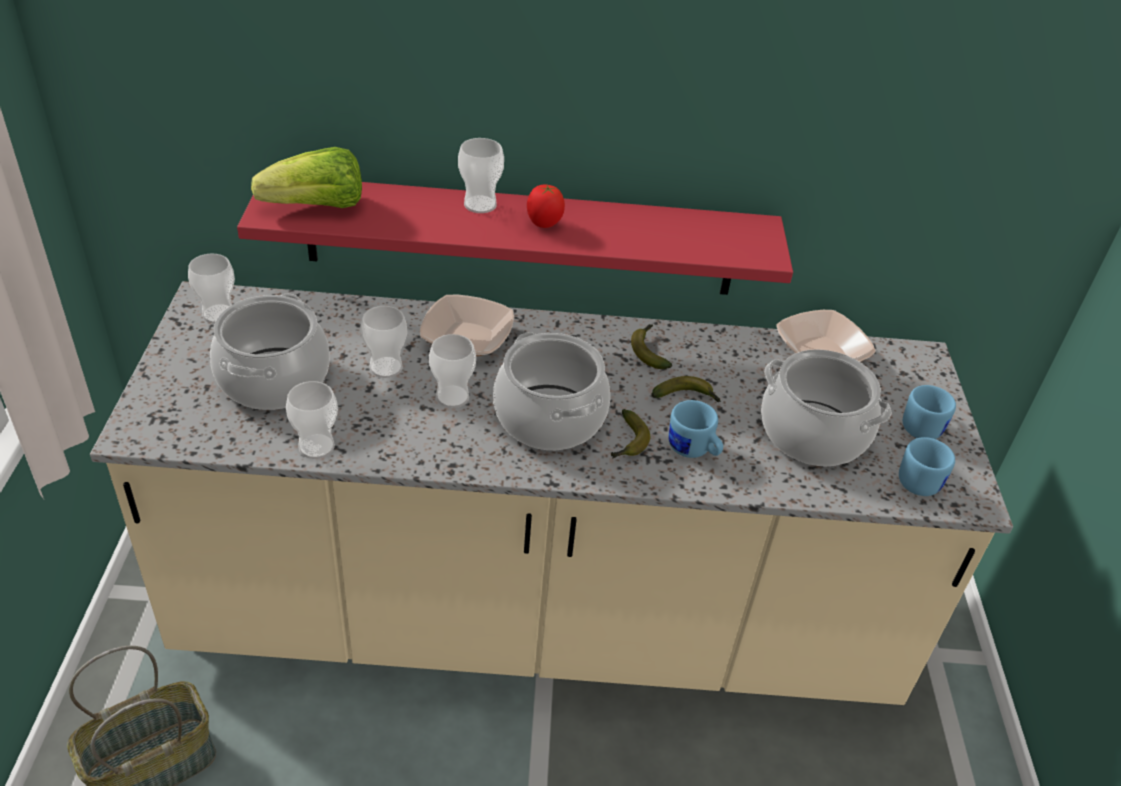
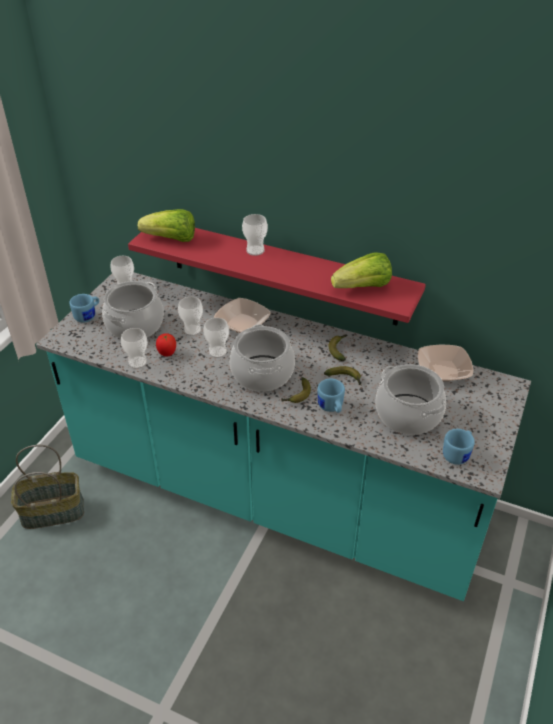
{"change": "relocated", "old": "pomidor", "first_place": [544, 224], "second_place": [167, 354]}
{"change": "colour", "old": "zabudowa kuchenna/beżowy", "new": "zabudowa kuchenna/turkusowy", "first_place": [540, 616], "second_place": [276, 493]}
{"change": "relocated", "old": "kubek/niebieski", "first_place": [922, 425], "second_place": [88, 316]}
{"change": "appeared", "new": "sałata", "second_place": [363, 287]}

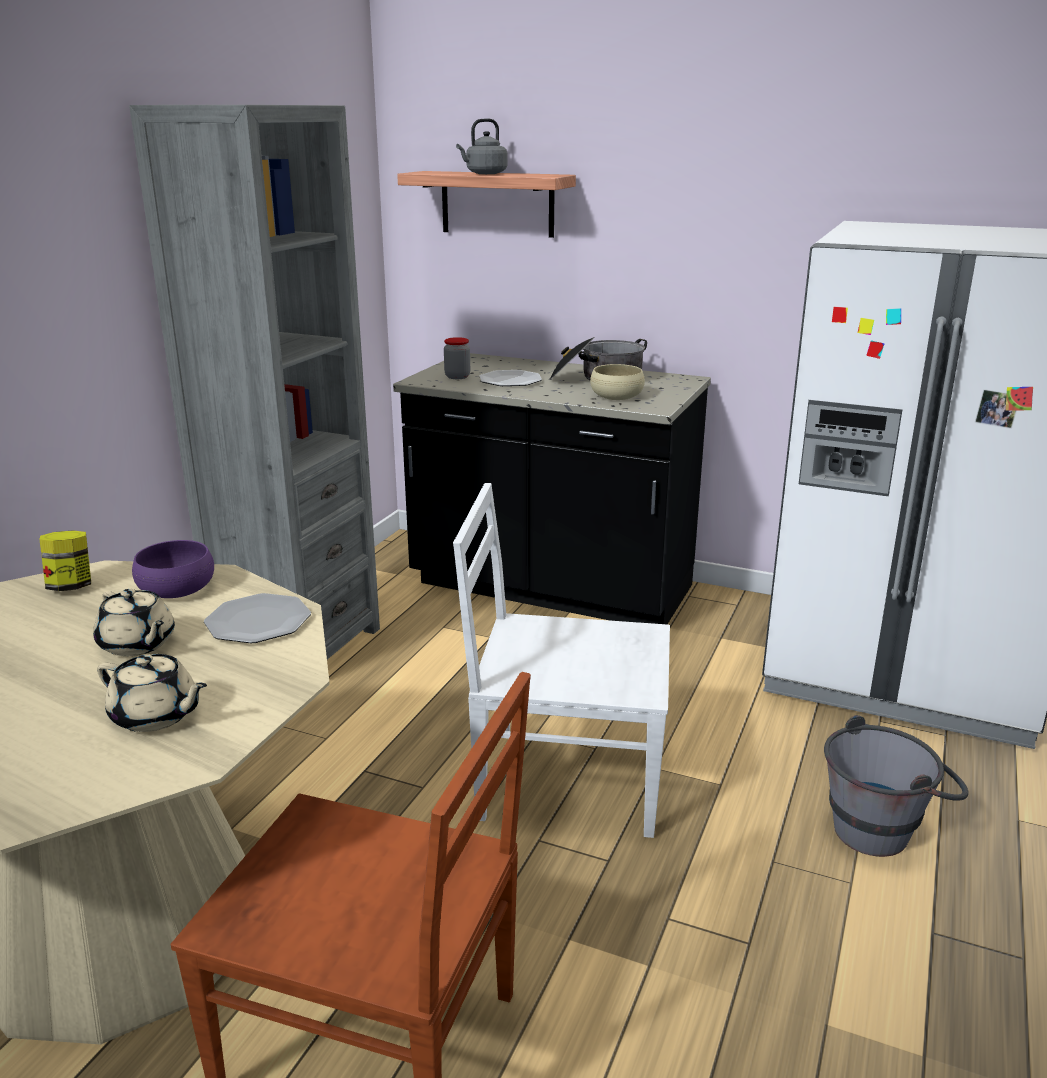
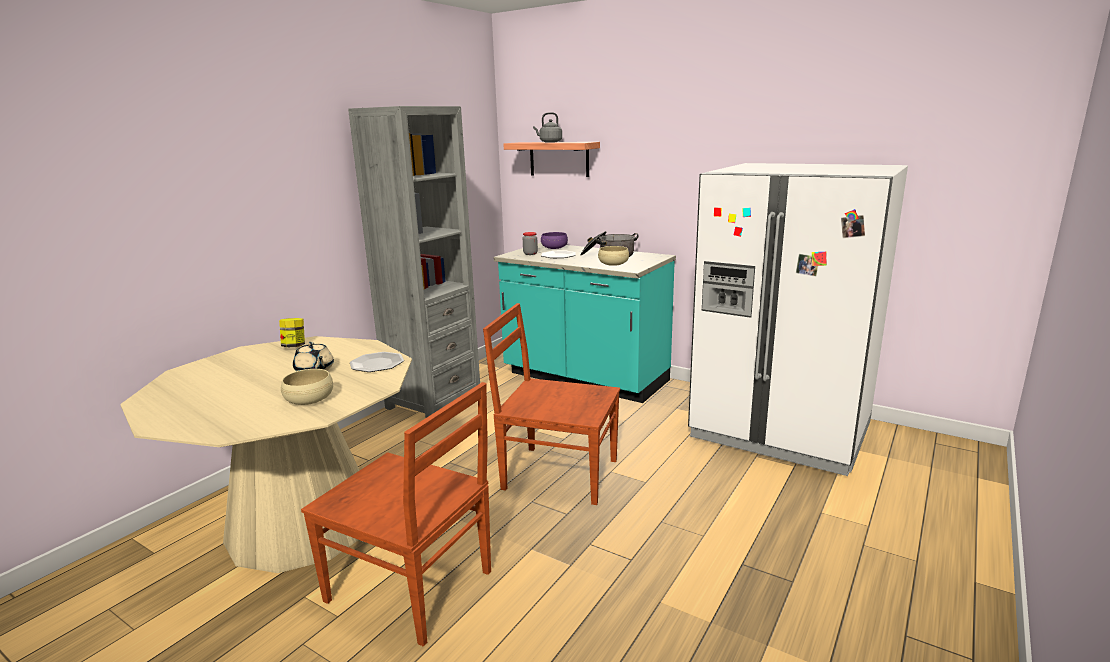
{"change": "colour", "old": "zabudowa kuchenna/czarny", "new": "zabudowa kuchenna/turkusowy", "first_place": [551, 589], "second_place": [585, 379]}
{"change": "colour", "old": "krzesło/biały", "new": "krzesło/brązowy", "first_place": [565, 779], "second_place": [557, 473]}
{"change": "relocated", "old": "miska/fioletowy", "first_place": [177, 589], "second_place": [554, 247]}
{"change": "exchanged", "old": "imbryk/beżowy", "new": "miska/beżowy", "first_place": [156, 716], "second_place": [309, 399]}
{"change": "missing", "old": "wiadro/szary", "first_place": [883, 828]}

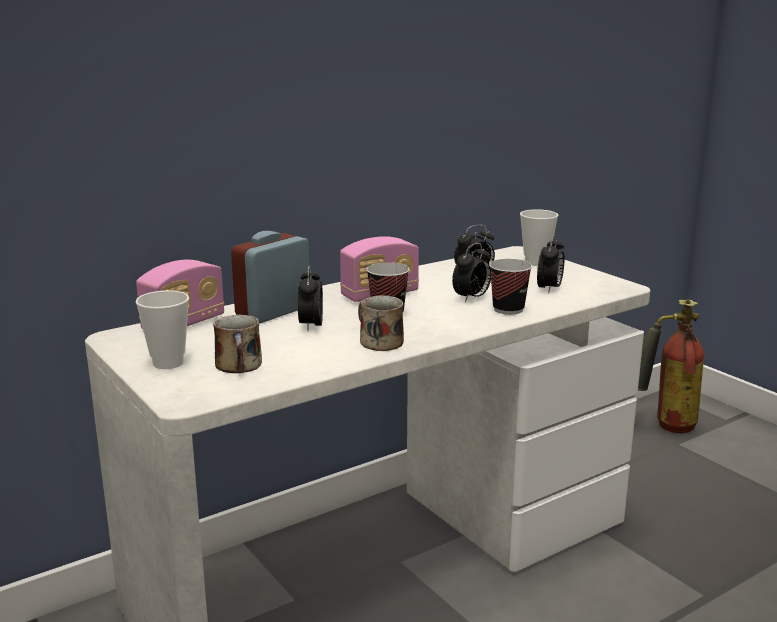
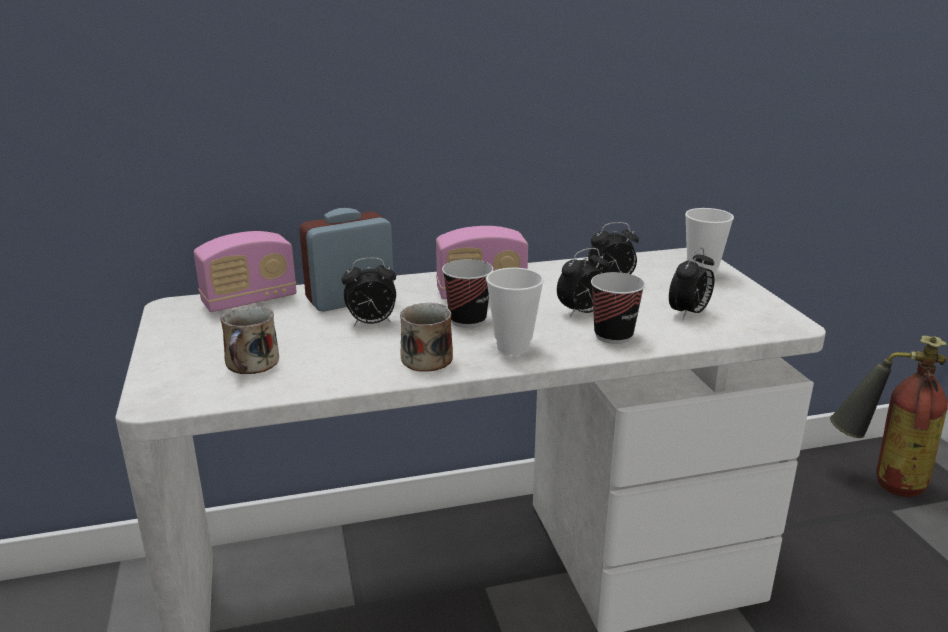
{"change": "spun", "old": "budzik", "first_place": [311, 326], "second_place": [371, 323], "degrees": -120}
{"change": "relocated", "old": "filiżanka", "first_place": [168, 363], "second_place": [513, 347]}

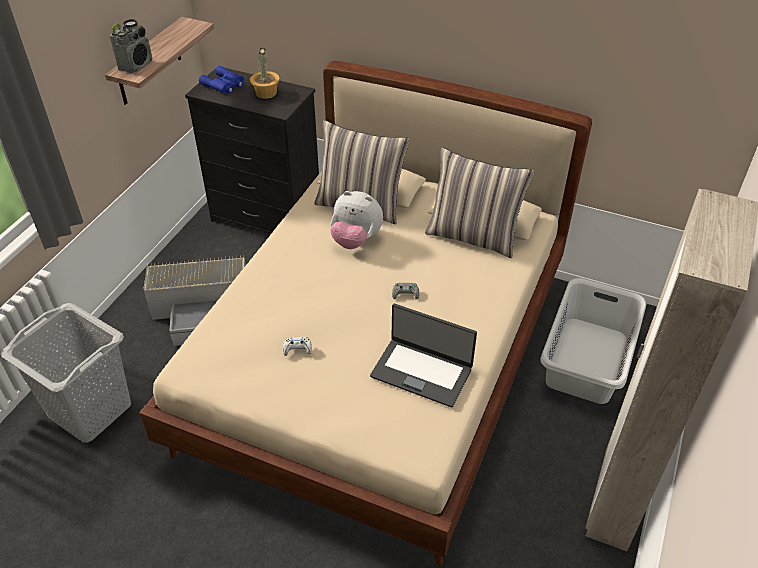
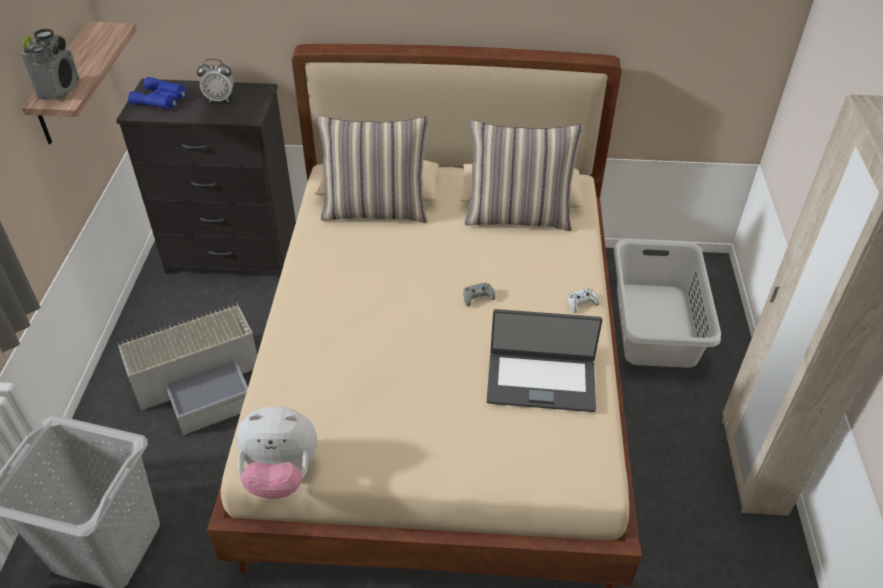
{"change": "exchanged", "old": "roślina doniczkowa", "new": "budzik", "first_place": [266, 92], "second_place": [220, 99]}
{"change": "relocated", "old": "pluszak", "first_place": [356, 240], "second_place": [280, 474]}
{"change": "relocated", "old": "pad do gier/biały", "first_place": [297, 349], "second_place": [581, 303]}

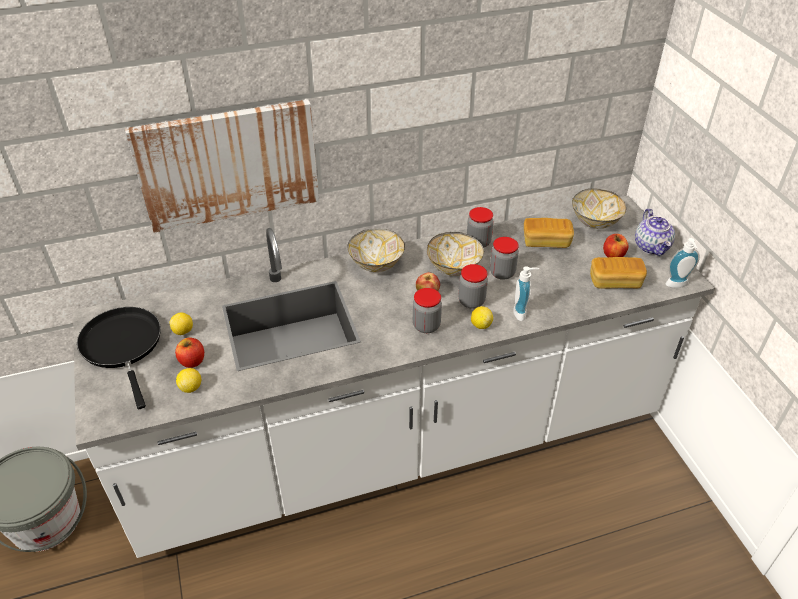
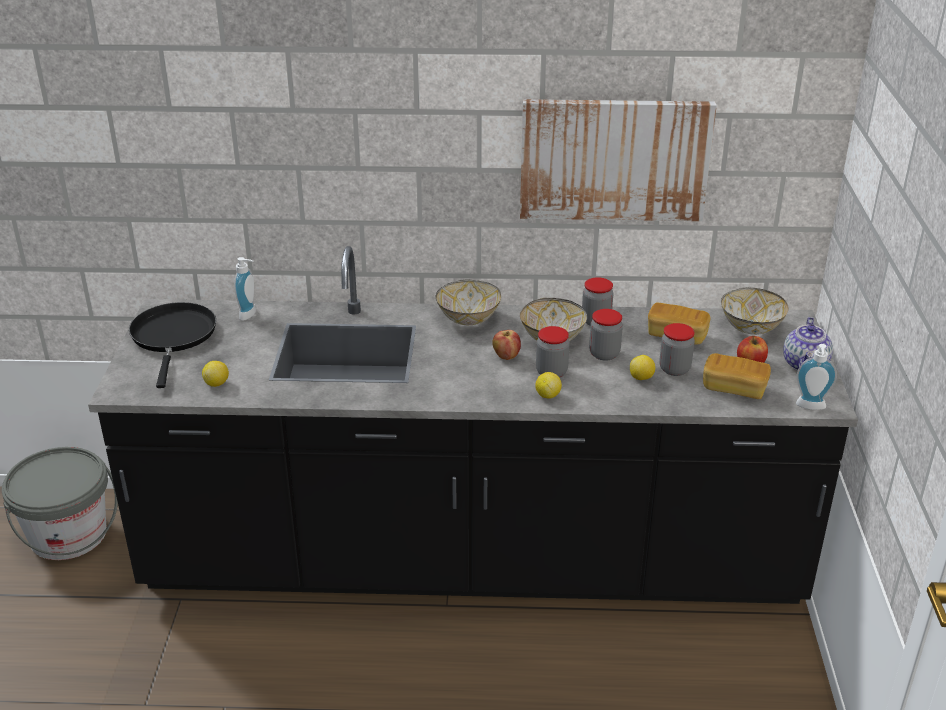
{"change": "relocated", "old": "obraz", "first_place": [228, 164], "second_place": [614, 159]}
{"change": "colour", "old": "zabudowa kuchenna/biały", "new": "zabudowa kuchenna/czarny", "first_place": [399, 442], "second_place": [473, 558]}
{"change": "relocated", "old": "dozownik mydła", "first_place": [522, 312], "second_place": [250, 314]}
{"change": "relocated", "old": "słoik", "first_place": [426, 326], "second_place": [674, 369]}
{"change": "relocated", "old": "cytryna", "first_place": [183, 331], "second_place": [641, 378]}
{"change": "missing", "old": "jabłko", "first_place": [192, 361]}

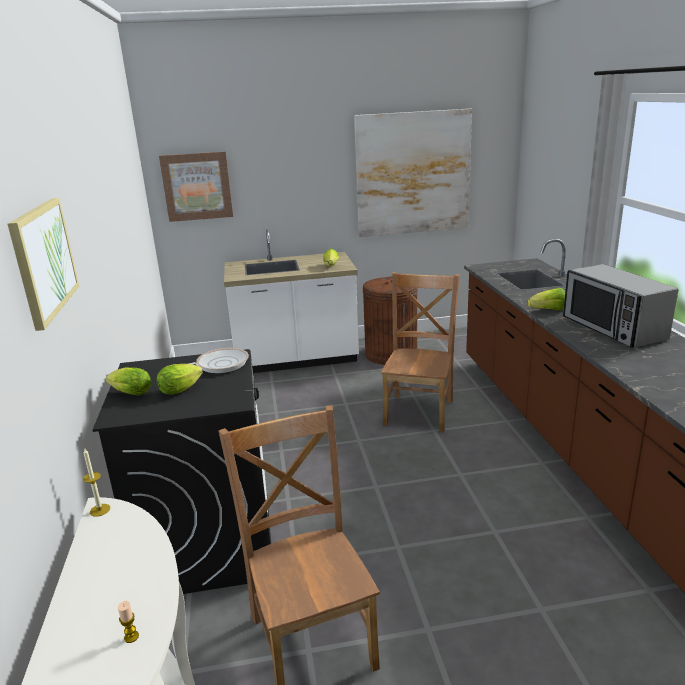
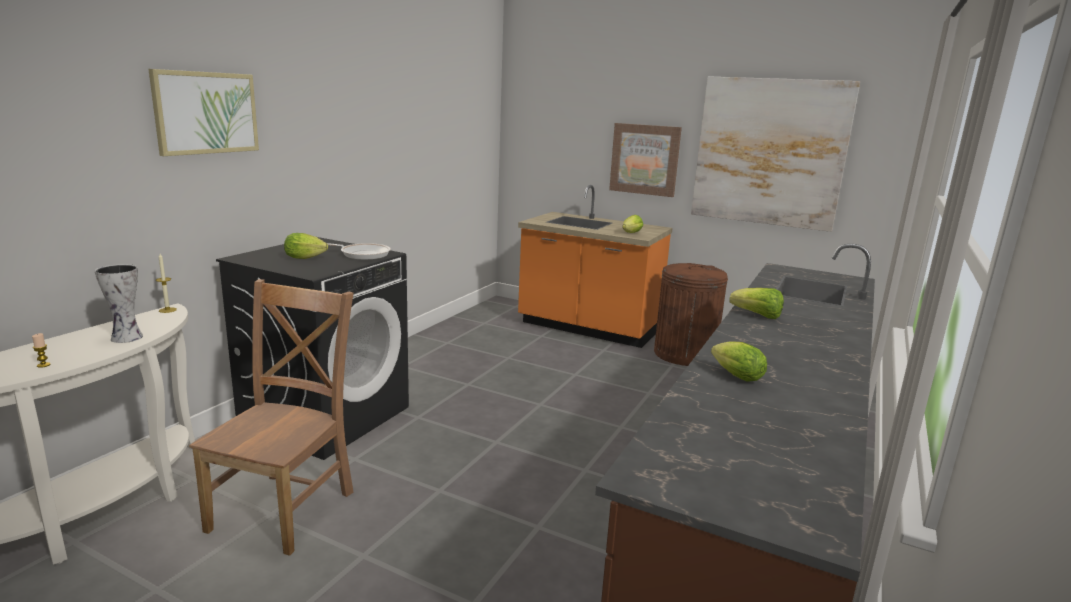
{"change": "relocated", "old": "obraz", "first_place": [197, 186], "second_place": [645, 159]}
{"change": "colour", "old": "zabudowa kuchenna/biały", "new": "zabudowa kuchenna/pomarańczowy", "first_place": [296, 359], "second_place": [588, 328]}
{"change": "missing", "old": "mikrofalówka", "first_place": [612, 328]}
{"change": "missing", "old": "krzesło/brązowy", "first_place": [419, 410]}
{"change": "relocated", "old": "sałata", "first_place": [129, 393], "second_place": [734, 375]}
{"change": "appeared", "new": "wazon", "second_place": [127, 338]}

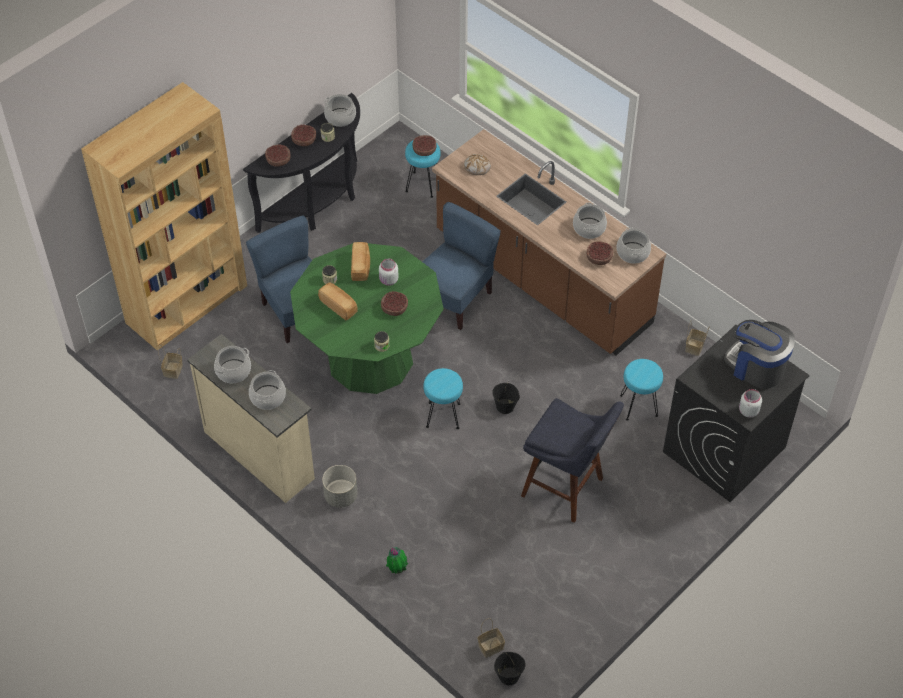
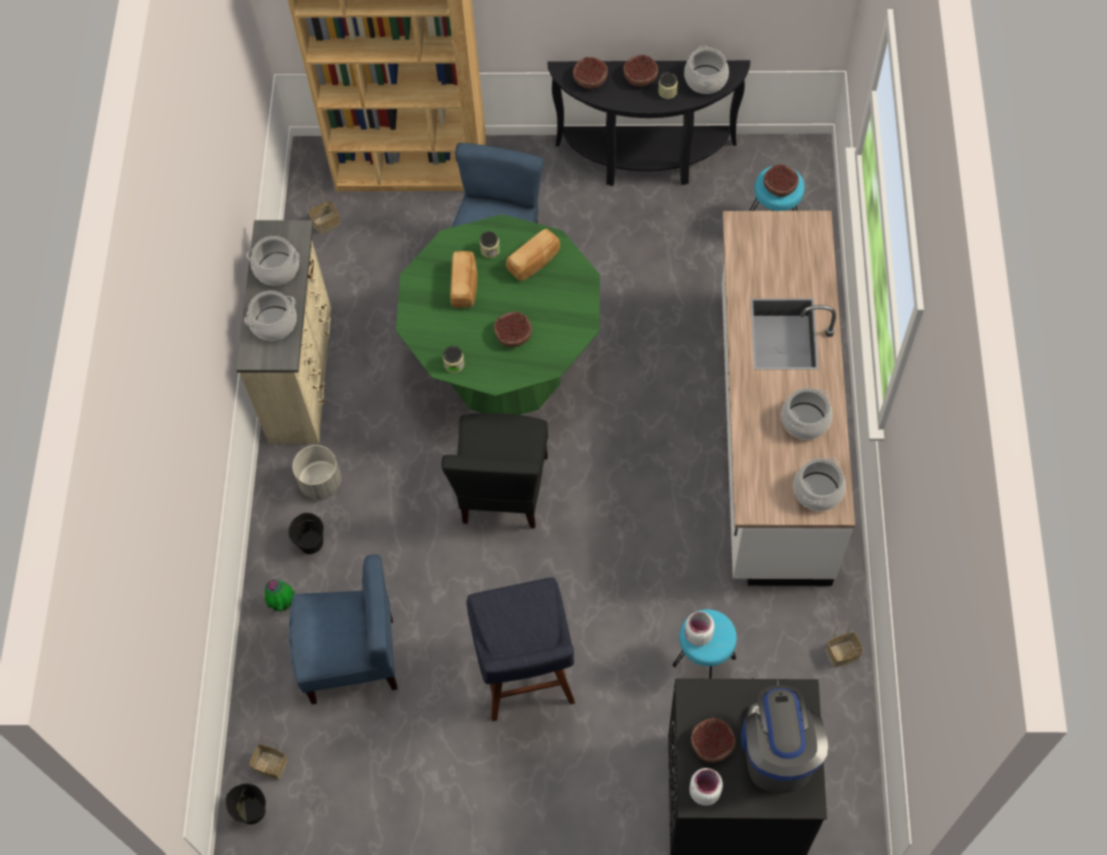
{"change": "colour", "old": "zabudowa kuchenna/brązowy", "new": "zabudowa kuchenna/biały", "first_place": [541, 279], "second_place": [771, 432]}
{"change": "missing", "old": "chleb", "first_place": [477, 167]}
{"change": "relocated", "old": "krzesło/niebieski", "first_place": [454, 299], "second_place": [353, 658]}
{"change": "relocated", "old": "miska", "first_place": [598, 258], "second_place": [711, 744]}
{"change": "relocated", "old": "słoik/biały", "first_place": [388, 280], "second_place": [697, 635]}
{"change": "exchanged", "old": "stołek/turkusowy", "new": "krzesło/czarny", "first_place": [443, 416], "second_place": [503, 489]}
{"change": "relocated", "old": "wiadro/czarny", "first_place": [505, 406], "second_place": [311, 543]}

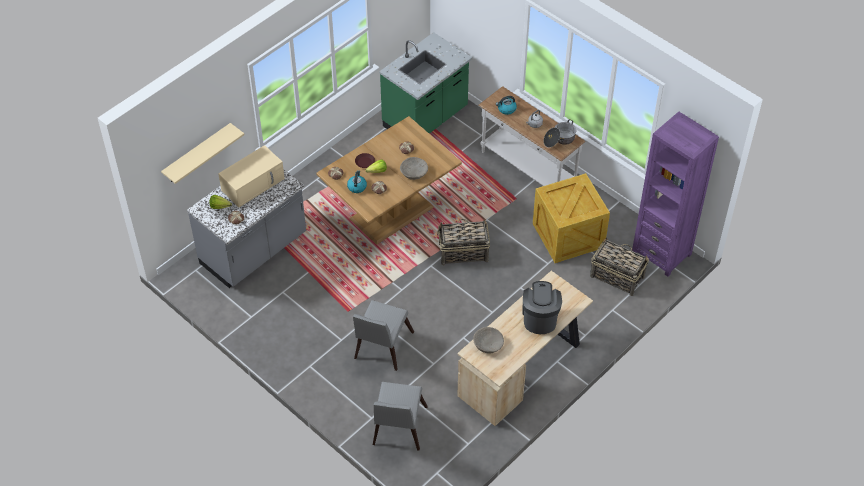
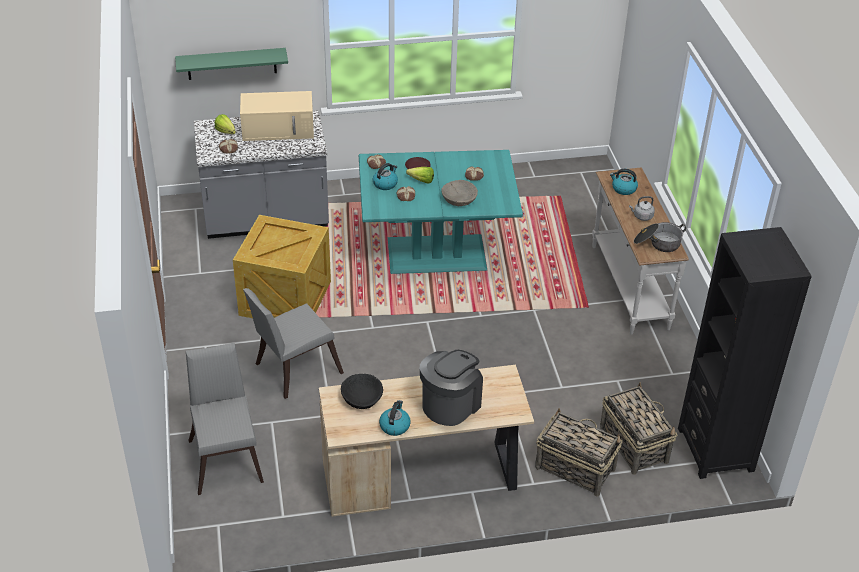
{"change": "missing", "old": "zabudowa kuchenna/zielony", "first_place": [426, 119]}
{"change": "colour", "old": "regał/fioletowy", "new": "regał/czarny", "first_place": [661, 253], "second_place": [715, 449]}
{"change": "colour", "old": "stół jadalny/brązowy", "new": "stół jadalny/turkusowy", "first_place": [390, 212], "second_place": [436, 253]}
{"change": "colour", "old": "półka/beżowy", "new": "półka/zielony", "first_place": [197, 154], "second_place": [231, 64]}
{"change": "relocated", "old": "skrzynka", "first_place": [567, 236], "second_place": [284, 299]}
{"change": "relocated", "old": "koszyk", "first_place": [463, 252], "second_place": [574, 468]}
{"change": "colour", "old": "miska/beżowy", "new": "miska/czarny", "first_place": [488, 344], "second_place": [362, 397]}
{"change": "spun", "old": "krzesło/szary", "first_place": [398, 429], "second_place": [226, 456], "degrees": 120}
{"change": "appeared", "new": "czajnik", "second_place": [394, 426]}

